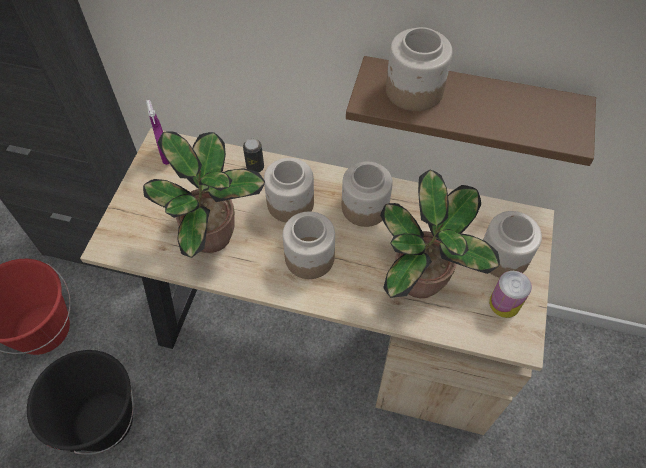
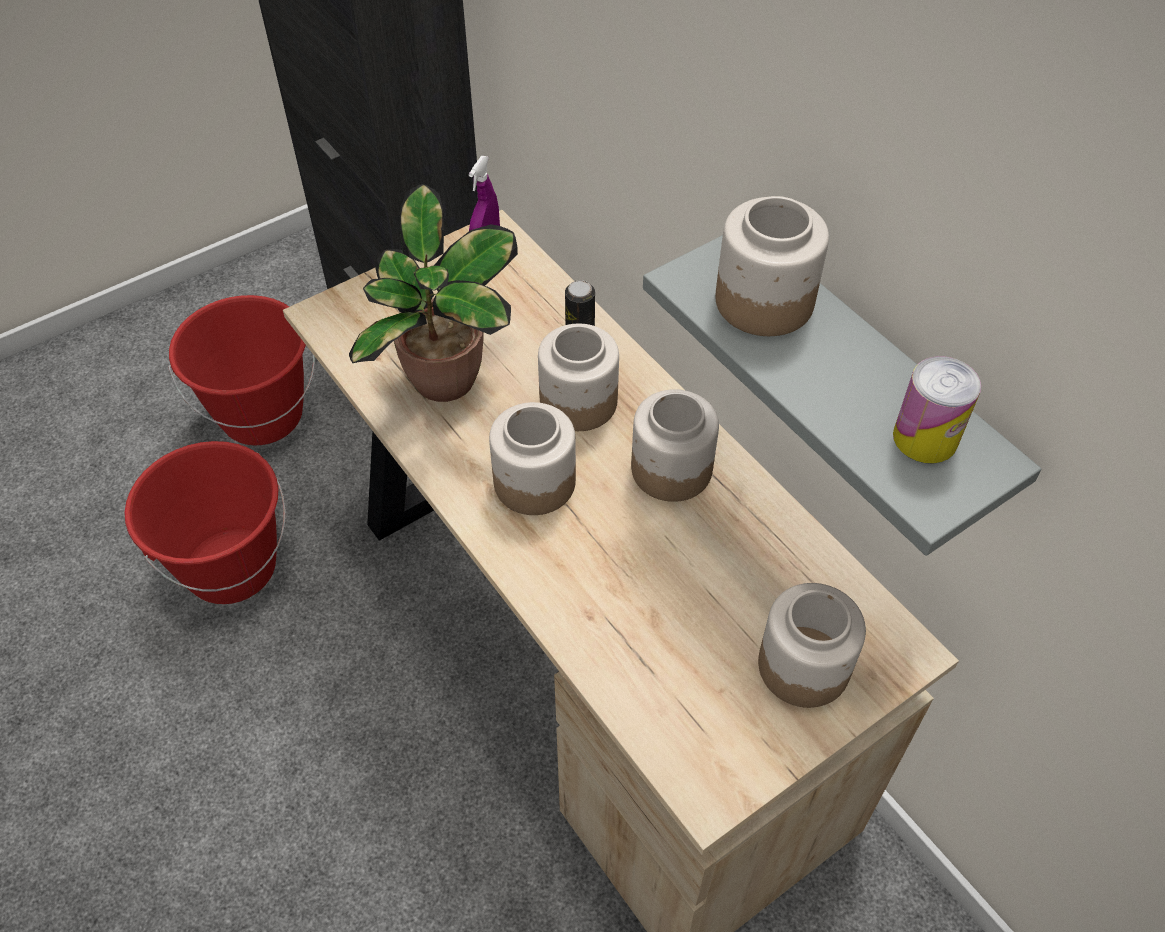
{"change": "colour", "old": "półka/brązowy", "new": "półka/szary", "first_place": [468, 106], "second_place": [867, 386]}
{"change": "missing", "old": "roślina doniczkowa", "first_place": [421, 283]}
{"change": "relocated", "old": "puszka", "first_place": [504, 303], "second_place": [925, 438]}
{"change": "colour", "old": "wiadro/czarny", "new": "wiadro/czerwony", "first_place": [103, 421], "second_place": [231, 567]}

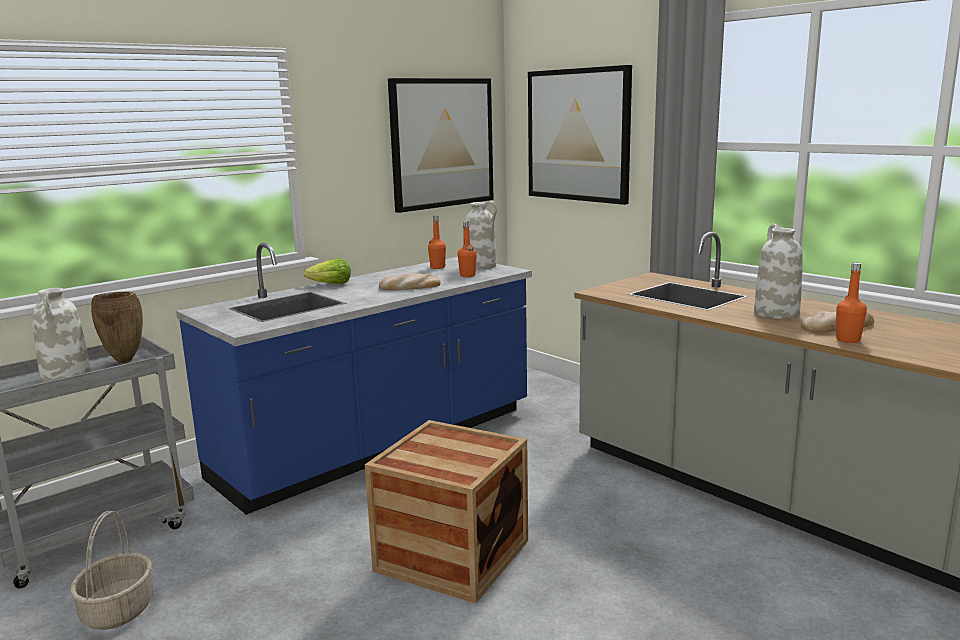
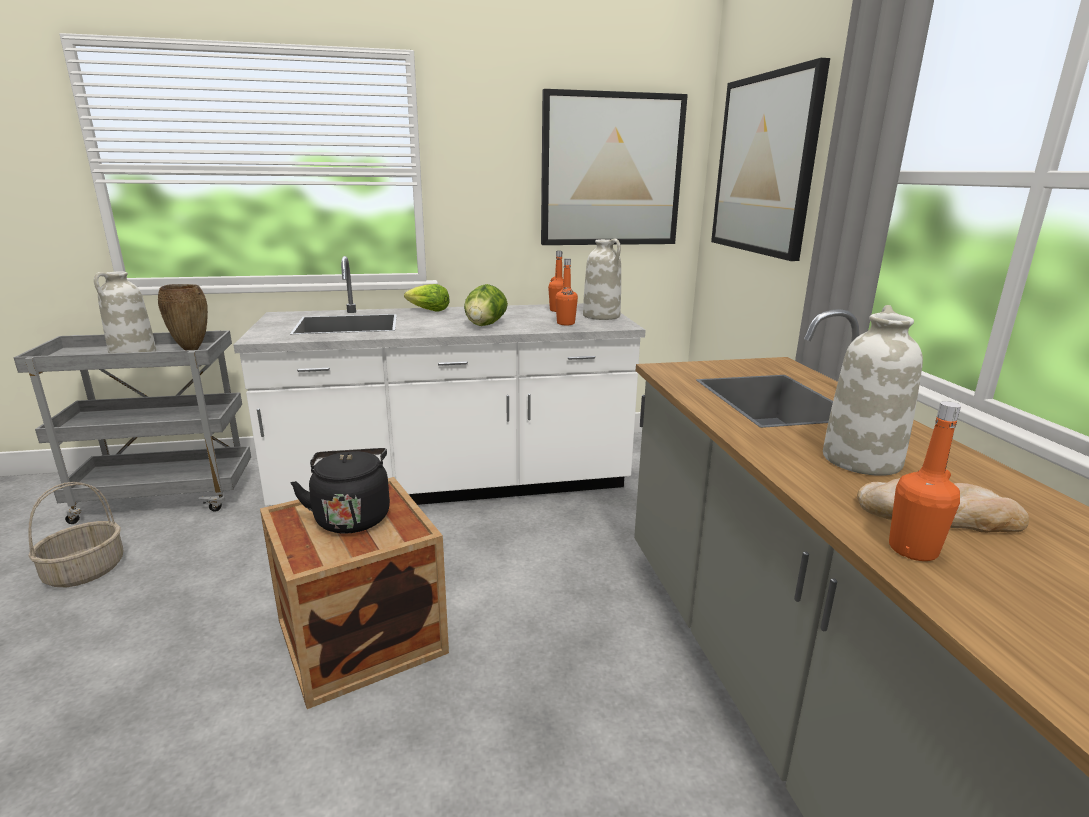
{"change": "colour", "old": "zabudowa kuchenna/niebieski", "new": "zabudowa kuchenna/biały", "first_place": [379, 444], "second_place": [455, 484]}
{"change": "exchanged", "old": "chleb", "new": "sałata", "first_place": [410, 287], "second_place": [485, 325]}
{"change": "appeared", "new": "czajnik/czarny", "second_place": [352, 517]}

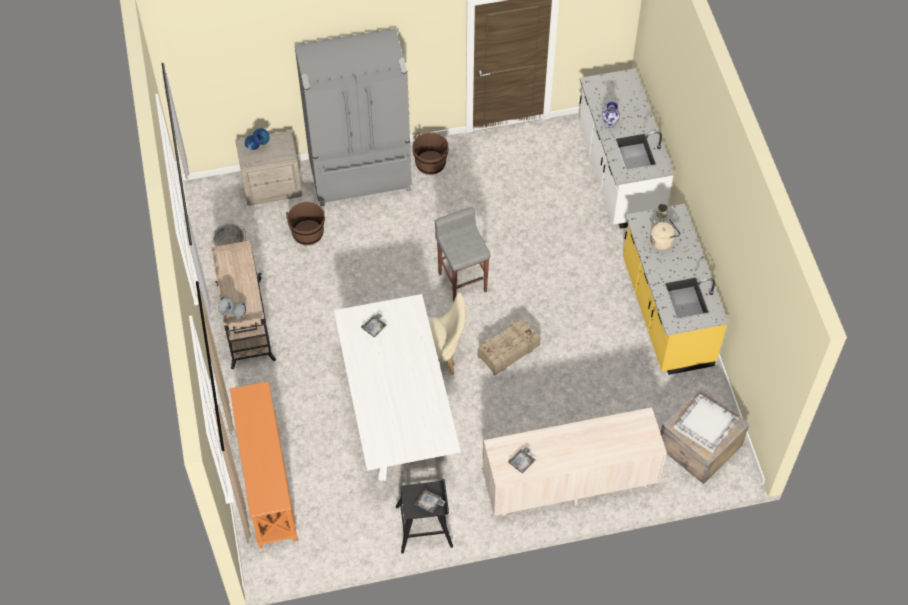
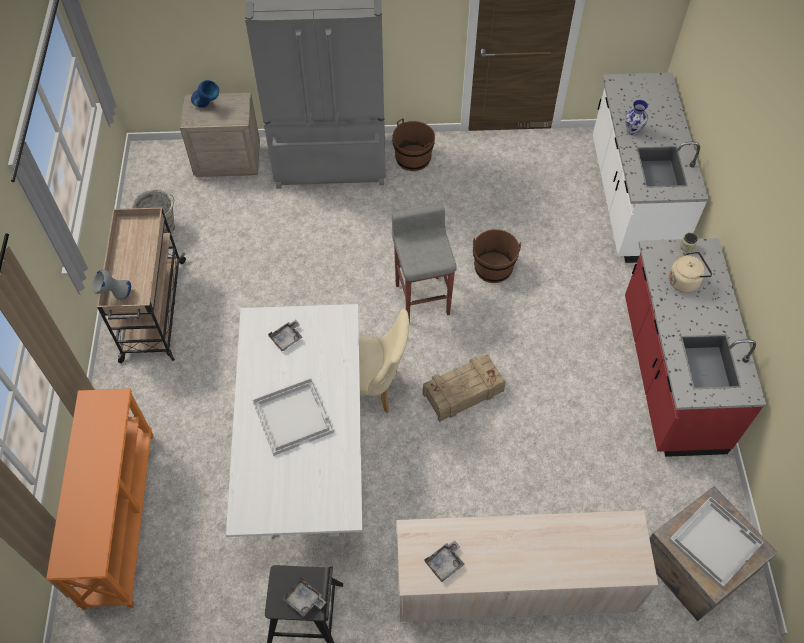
{"change": "relocated", "old": "wiadro/brązowy", "first_place": [308, 233], "second_place": [493, 268]}
{"change": "colour", "old": "zabudowa kuchenna/żółty", "new": "zabudowa kuchenna/czerwony", "first_place": [665, 312], "second_place": [670, 374]}
{"change": "appeared", "new": "taca/biały", "second_place": [293, 416]}

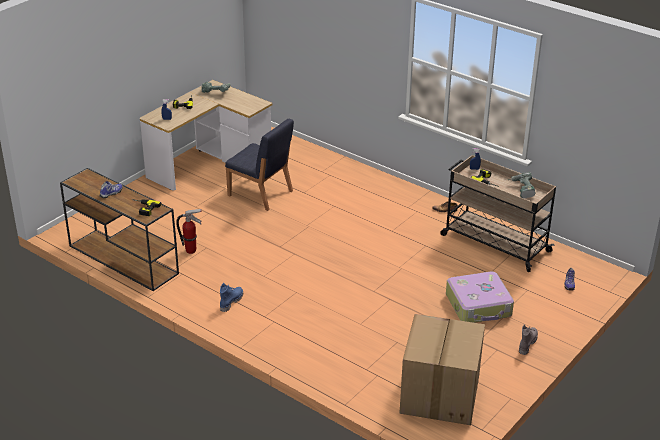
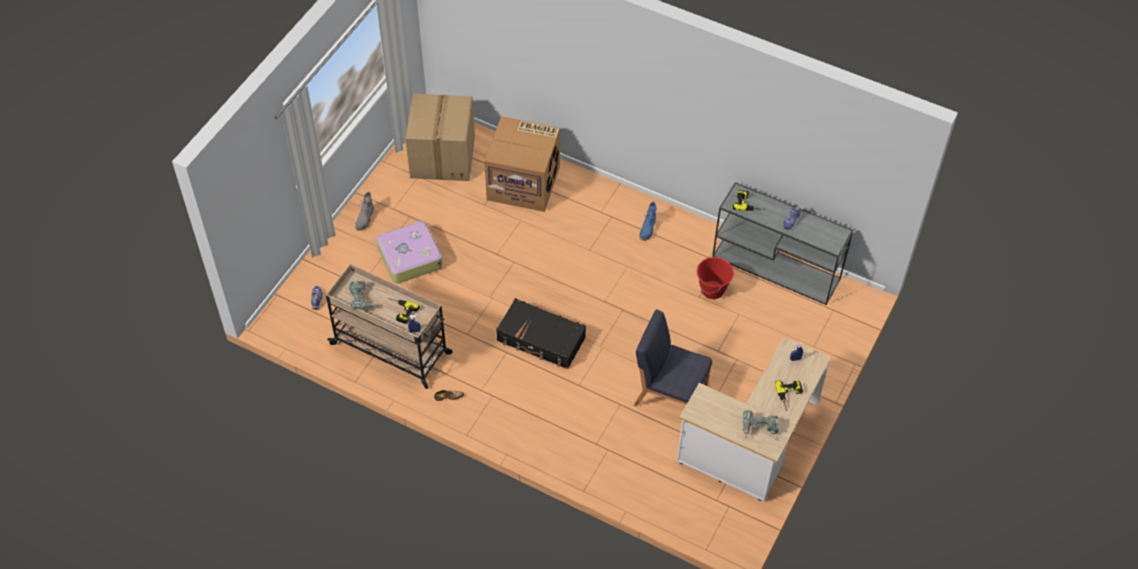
{"change": "colour", "old": "stolik konsolowy/brązowy", "new": "stolik konsolowy/szary", "first_place": [122, 259], "second_place": [777, 268]}
{"change": "exchanged", "old": "gaśnica", "new": "wiadro/czerwony", "first_place": [191, 251], "second_place": [712, 290]}
{"change": "appeared", "new": "karton", "second_place": [524, 182]}
{"change": "appeared", "new": "walizka/czarny", "second_place": [541, 340]}

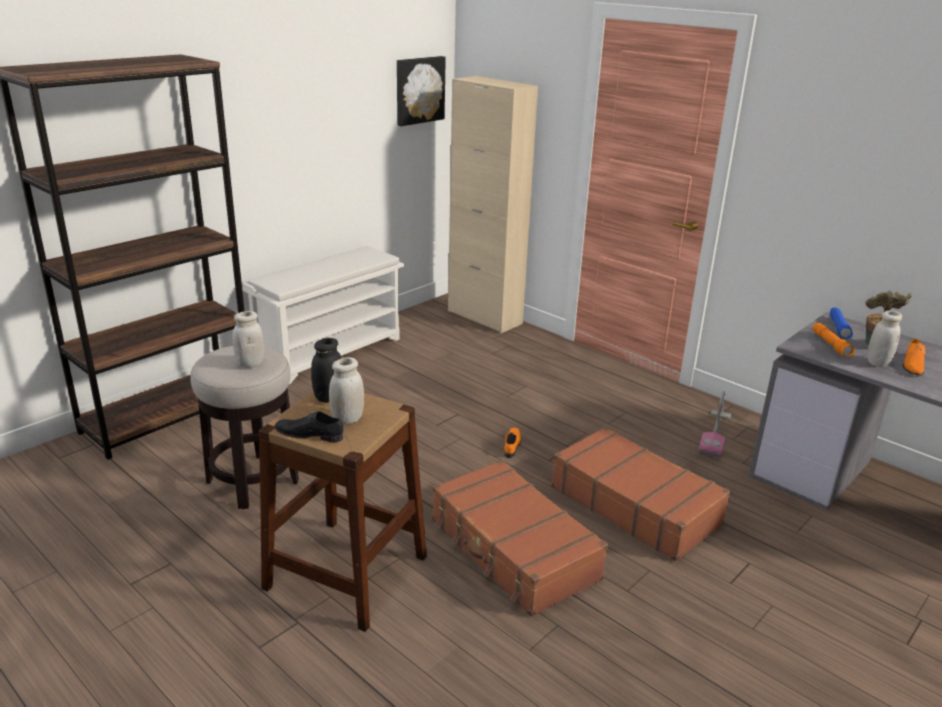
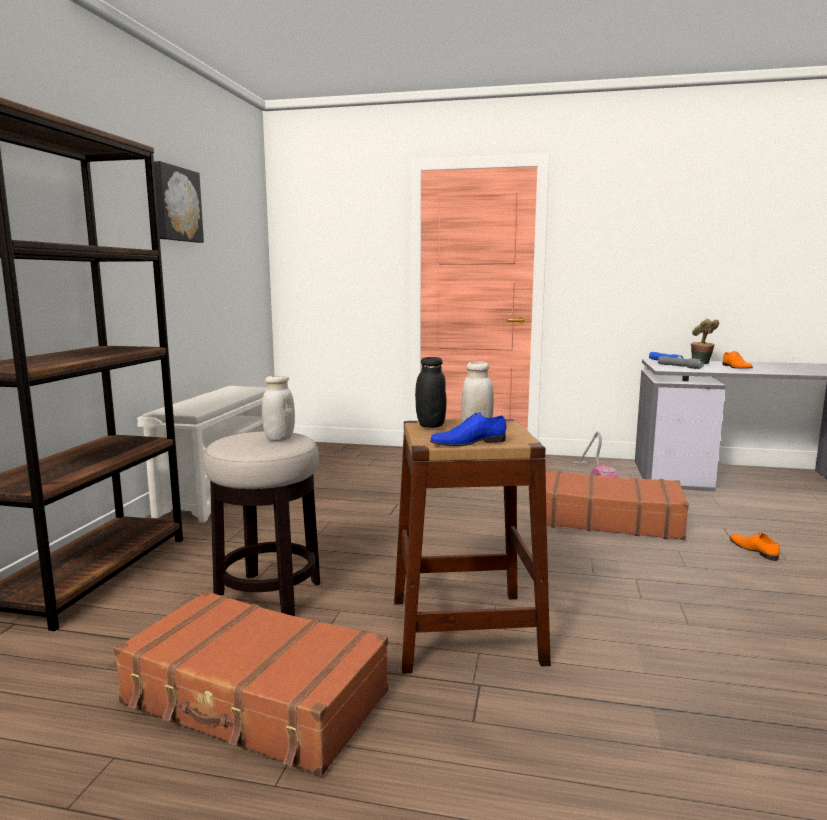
{"change": "relocated", "old": "obraz", "first_place": [419, 90], "second_place": [176, 204]}
{"change": "missing", "old": "szafka/beżowy", "first_place": [484, 317]}
{"change": "missing", "old": "słoik/biały", "first_place": [877, 363]}
{"change": "colour", "old": "latarka/pomarańczowy", "new": "latarka/szary", "first_place": [831, 345], "second_place": [680, 367]}
{"change": "colour", "old": "but/czarny", "new": "but/niebieski", "first_place": [309, 433], "second_place": [468, 442]}
{"change": "relocated", "old": "but/pomarańczowy", "first_place": [512, 444], "second_place": [754, 549]}
{"change": "relocated", "old": "walizka/brązowy", "first_place": [512, 550], "second_place": [255, 699]}

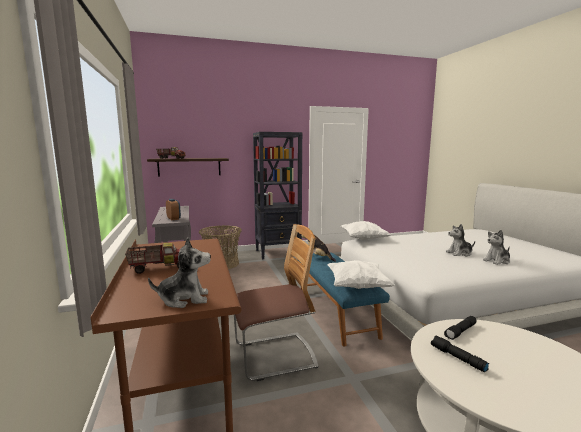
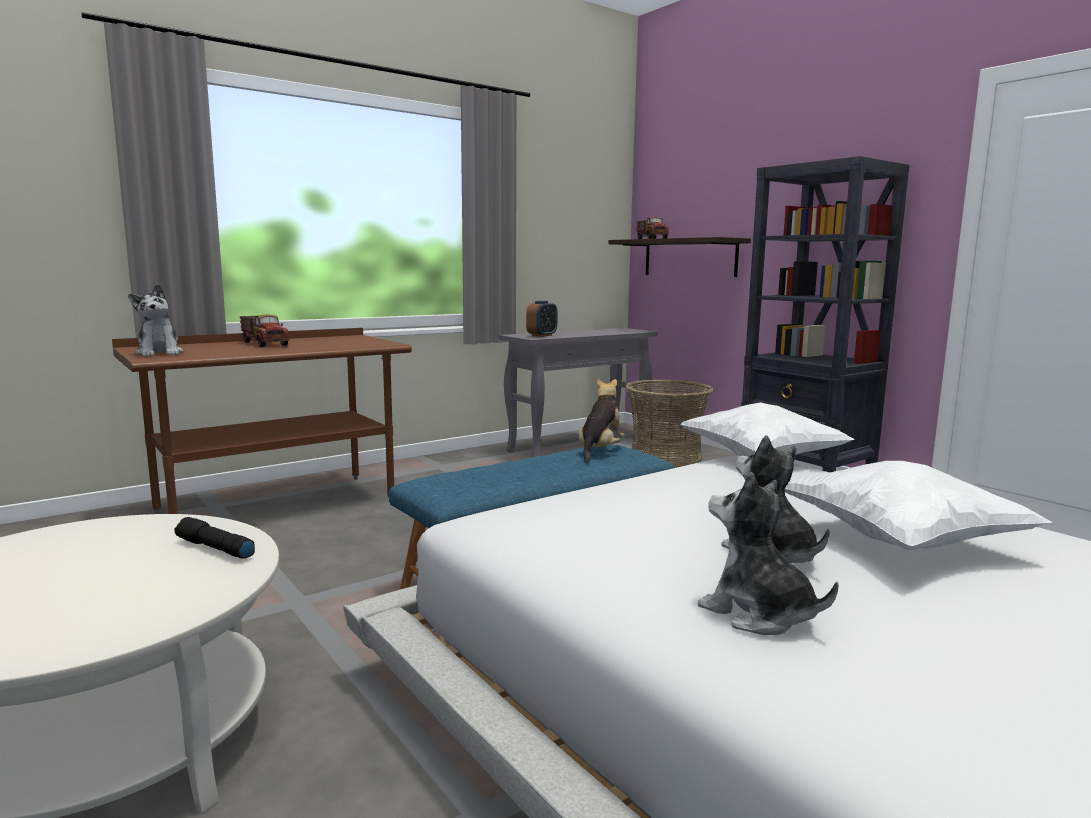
{"change": "missing", "old": "krzesło", "first_place": [274, 356]}
{"change": "relocated", "old": "poduszka/biały", "first_place": [357, 286], "second_place": [901, 542]}
{"change": "missing", "old": "latarka/czarny", "first_place": [457, 358]}

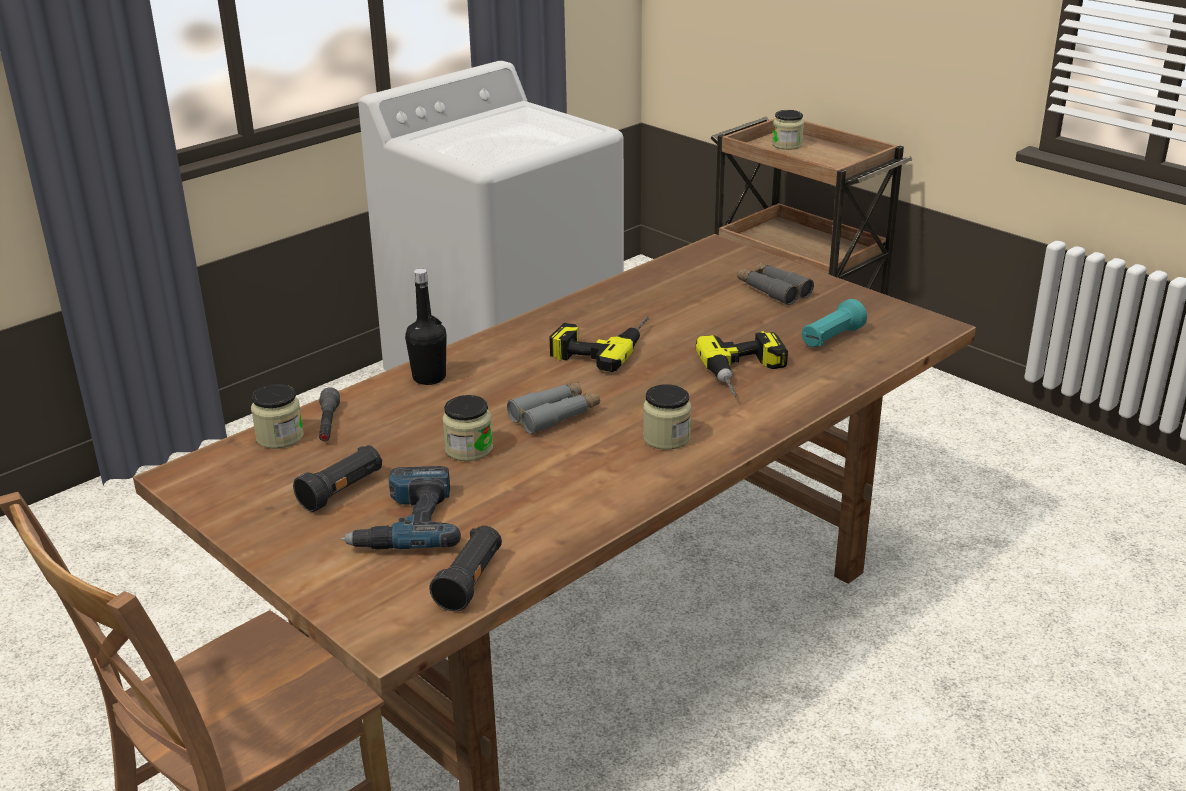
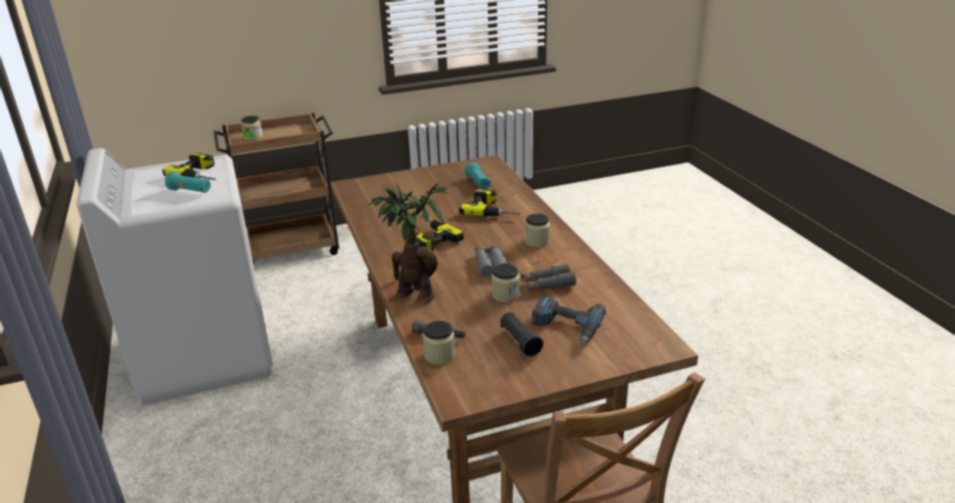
{"change": "relocated", "old": "lornetka/szary", "first_place": [773, 290], "second_place": [547, 284]}
{"change": "exchanged", "old": "butelka/czarny", "new": "roślina doniczkowa", "first_place": [429, 377], "second_place": [413, 294]}
{"change": "missing", "old": "latarka/czarny", "first_place": [470, 581]}
{"change": "appeared", "new": "wiertarka", "second_place": [202, 174]}
{"change": "appeared", "new": "latarka/turkusowy", "second_place": [190, 191]}

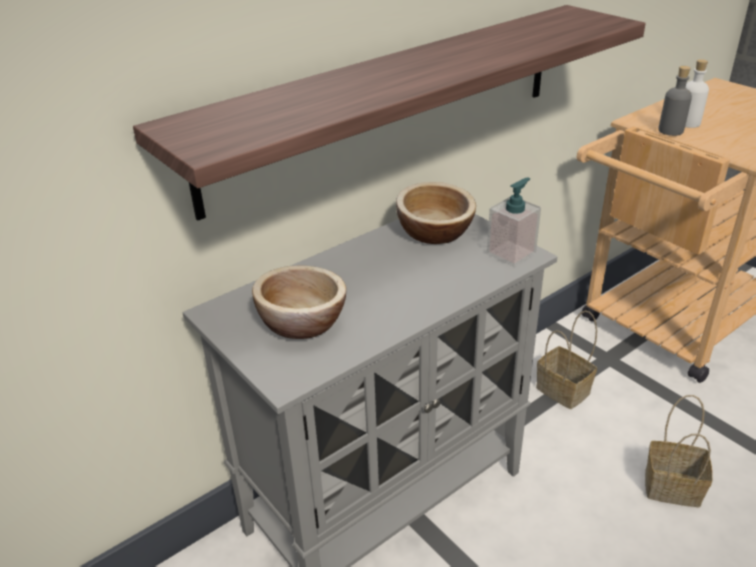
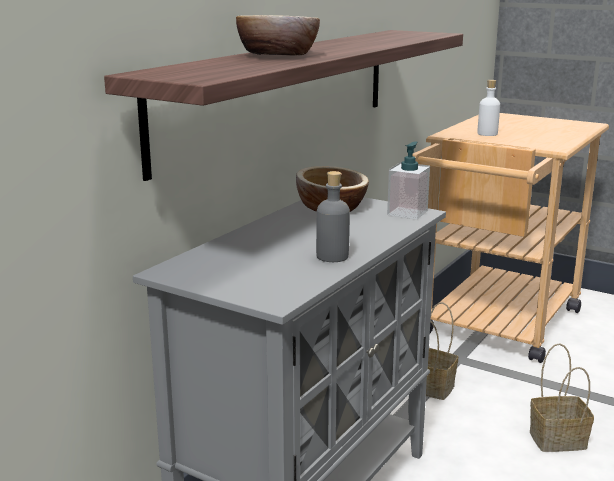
{"change": "relocated", "old": "butelka/szary", "first_place": [670, 131], "second_place": [332, 256]}
{"change": "relocated", "old": "miska", "first_place": [302, 322], "second_place": [278, 56]}

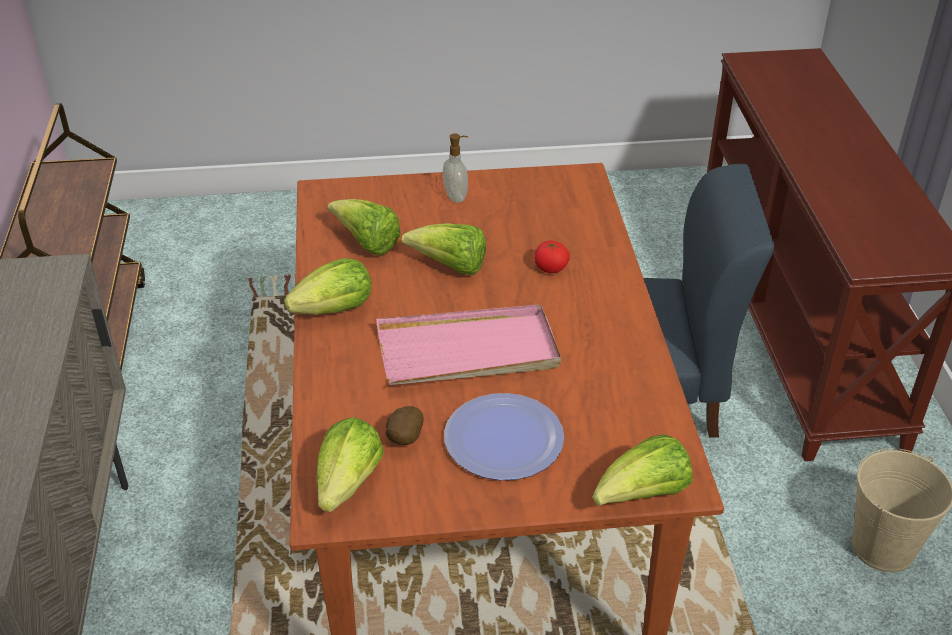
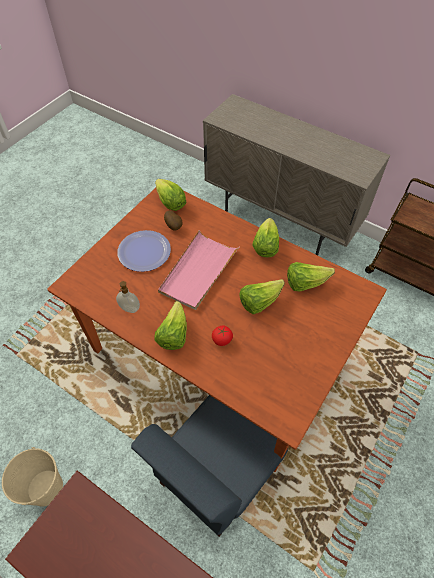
{"change": "relocated", "old": "dozownik mydła", "first_place": [456, 196], "second_place": [129, 309]}
{"change": "relocated", "old": "sałata", "first_place": [643, 495], "second_place": [173, 335]}

